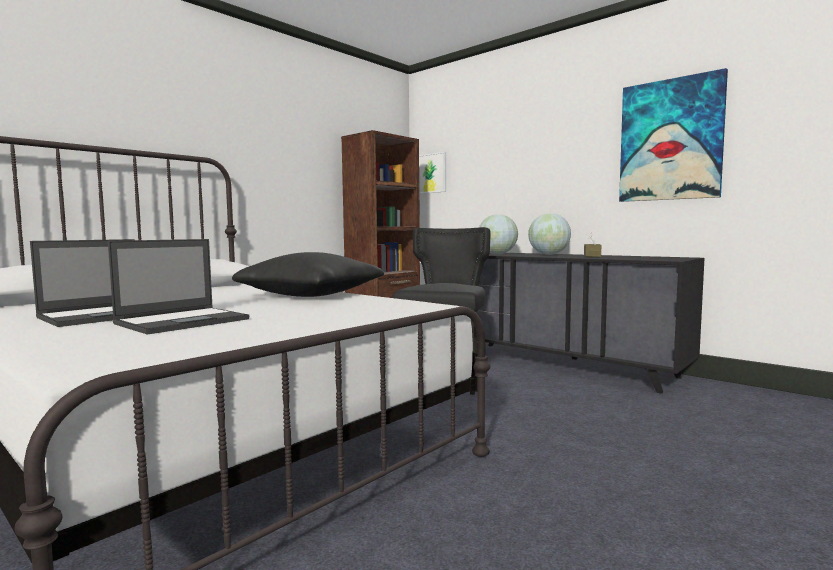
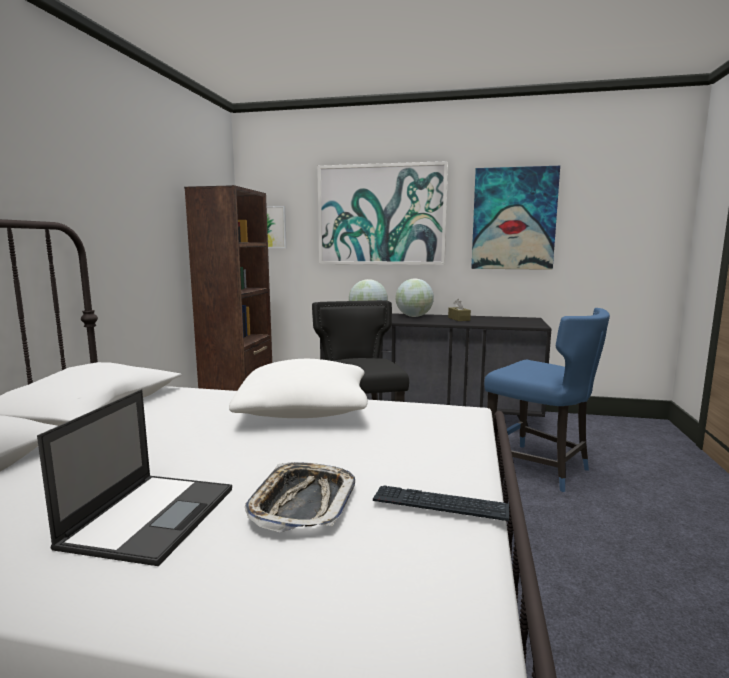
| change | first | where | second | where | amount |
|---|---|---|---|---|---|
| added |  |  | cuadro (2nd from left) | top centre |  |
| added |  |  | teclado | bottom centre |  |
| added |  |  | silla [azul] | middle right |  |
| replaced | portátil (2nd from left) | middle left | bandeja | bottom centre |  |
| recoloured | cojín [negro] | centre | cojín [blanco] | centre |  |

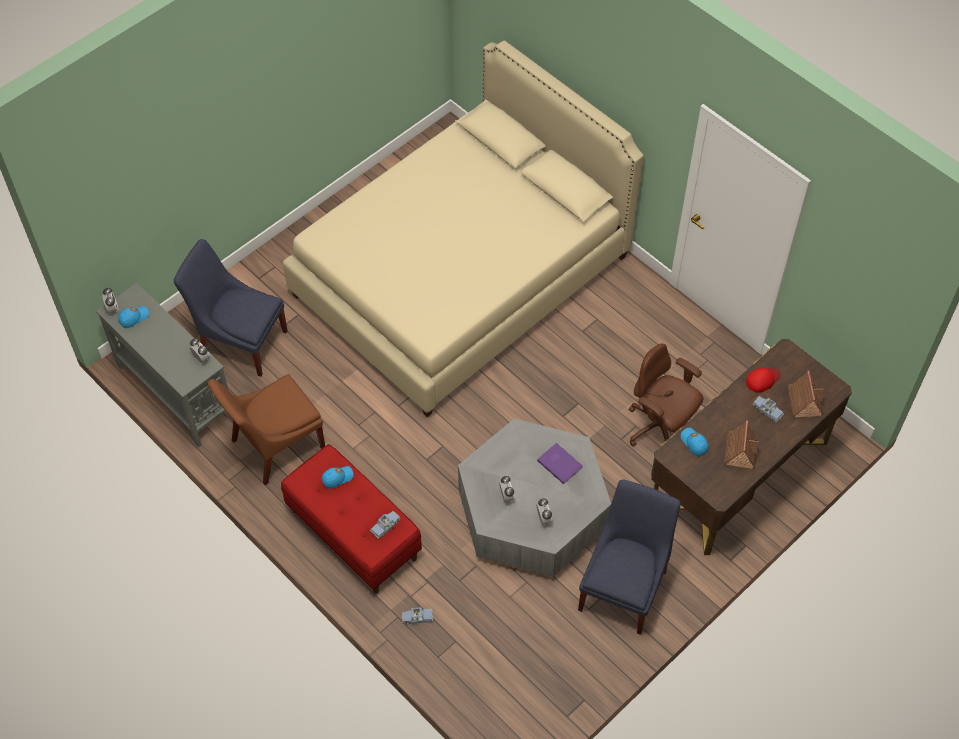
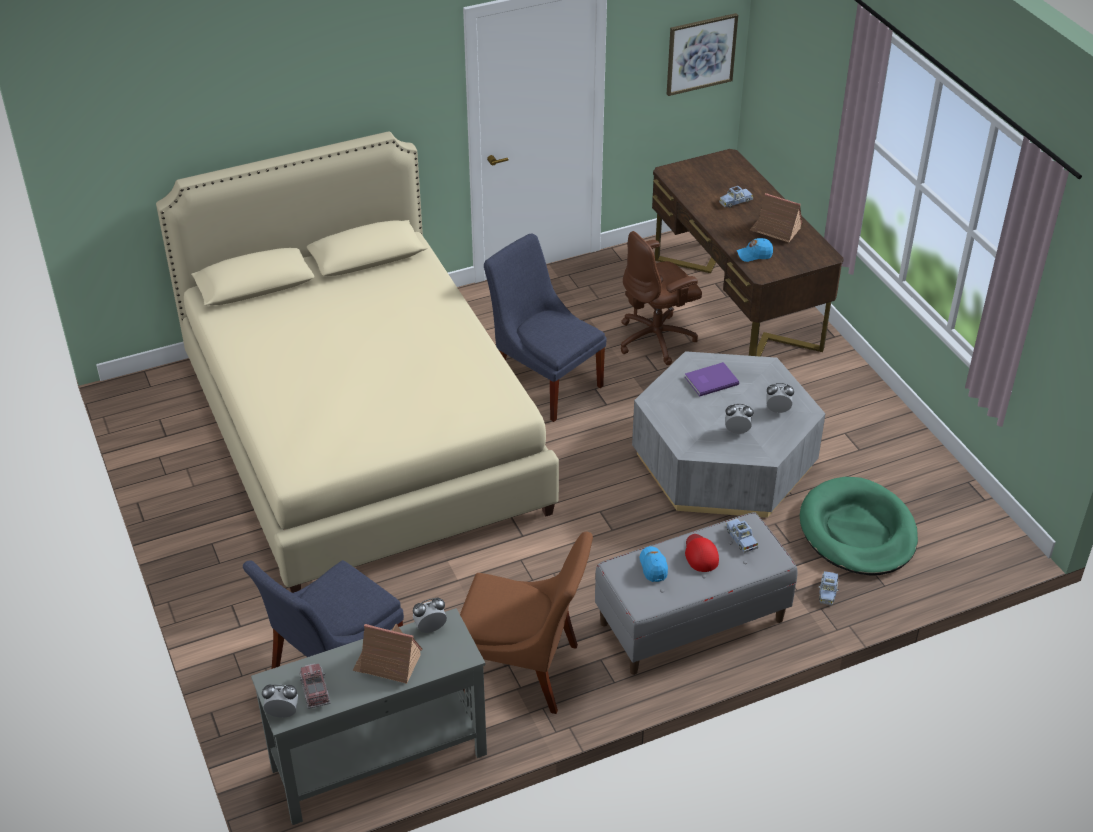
| change | first | where | second | where | amount |
|---|---|---|---|---|---|
| added |  |  | cuadro | top centre |  |
| added |  |  | cama para perro [verde] | middle right |  |
| moved | silla [azul] (2nd from left) | bottom centre |  | centre |  |
| moved | gorra [rojo] | middle right |  | centre |  |
| moved | casita (2nd from left in the first image) | middle right | casita (1st from left) | bottom centre |  |
| replaced | gorra [azul] (1st from left) | middle left | camión de juguete | bottom left |  |
| recoloured | banco [rojo] | bottom centre | banco [gris] | bottom centre |  |
| turned | silla [marrón] | middle left |  | bottom centre | 60 degrees counterclockwise |

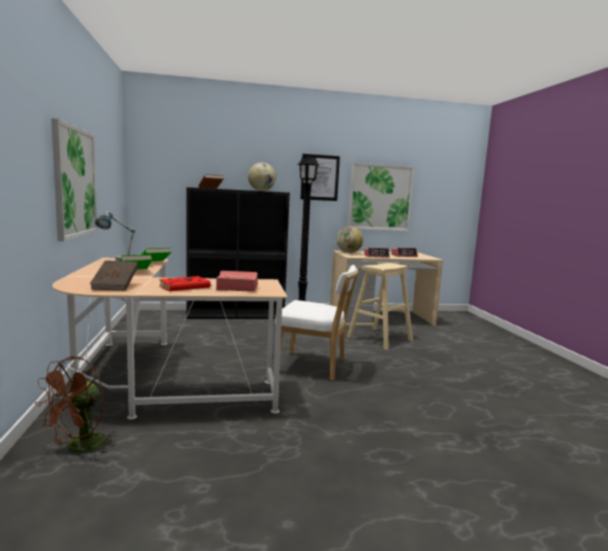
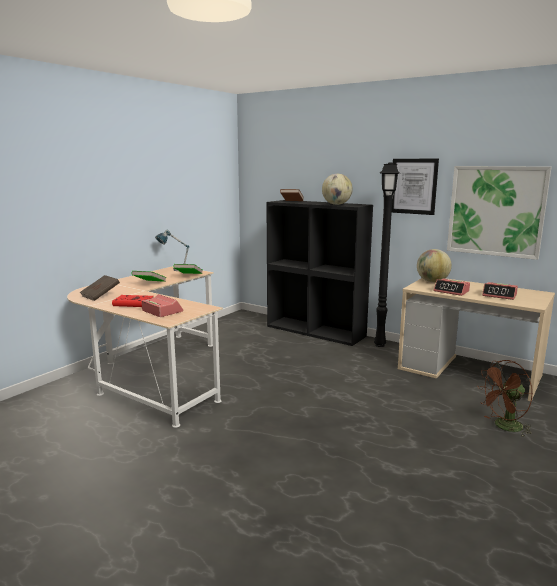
| change | first | where | second | where | amount |
|---|---|---|---|---|---|
| removed | cuadro (1st from left) | top left |  |  |  |
| removed | silla [blanco] | centre |  |  |  |
| removed | taburete [beis] | centre |  |  |  |
| moved | ventilador [marrón] | bottom left |  | bottom right |  |

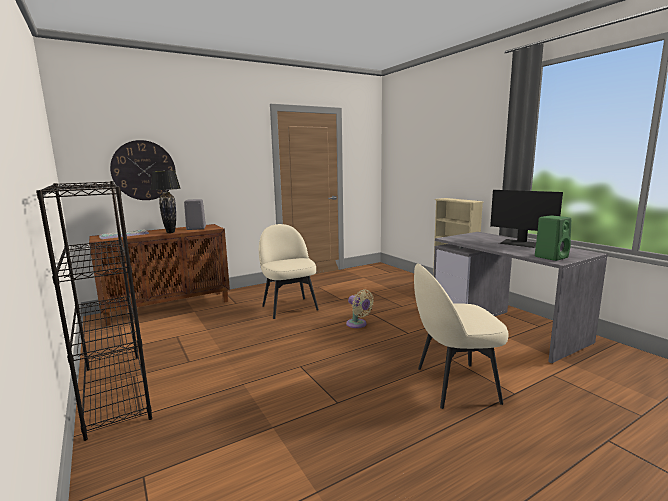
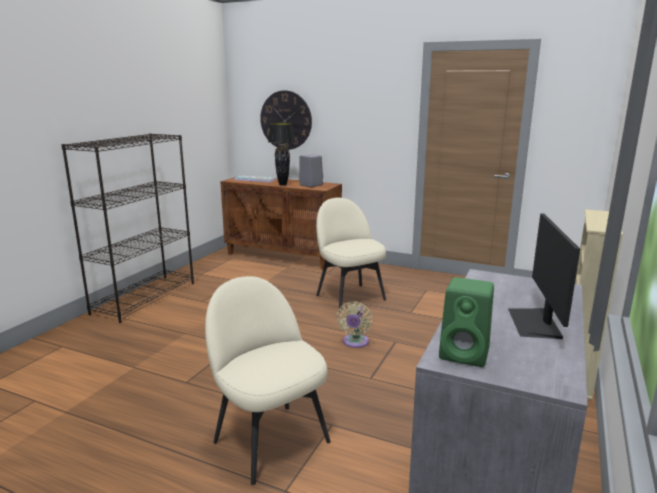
| change | first | where | second | where | amount |
|---|---|---|---|---|---|
| turned | silla [beis] (1st from left in the first image) | centre | silla [beis] (2nd from left) | centre | 60 degrees counterclockwise |

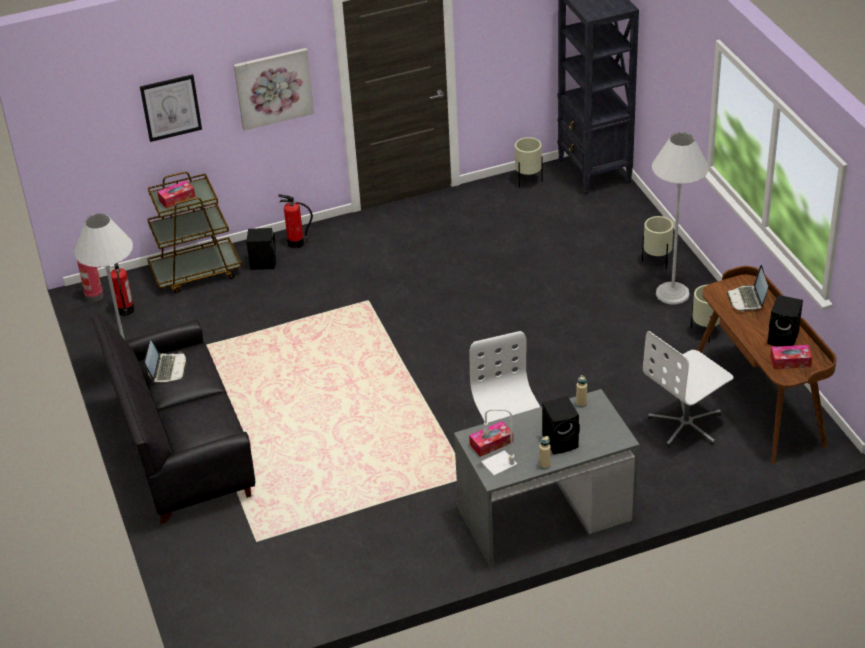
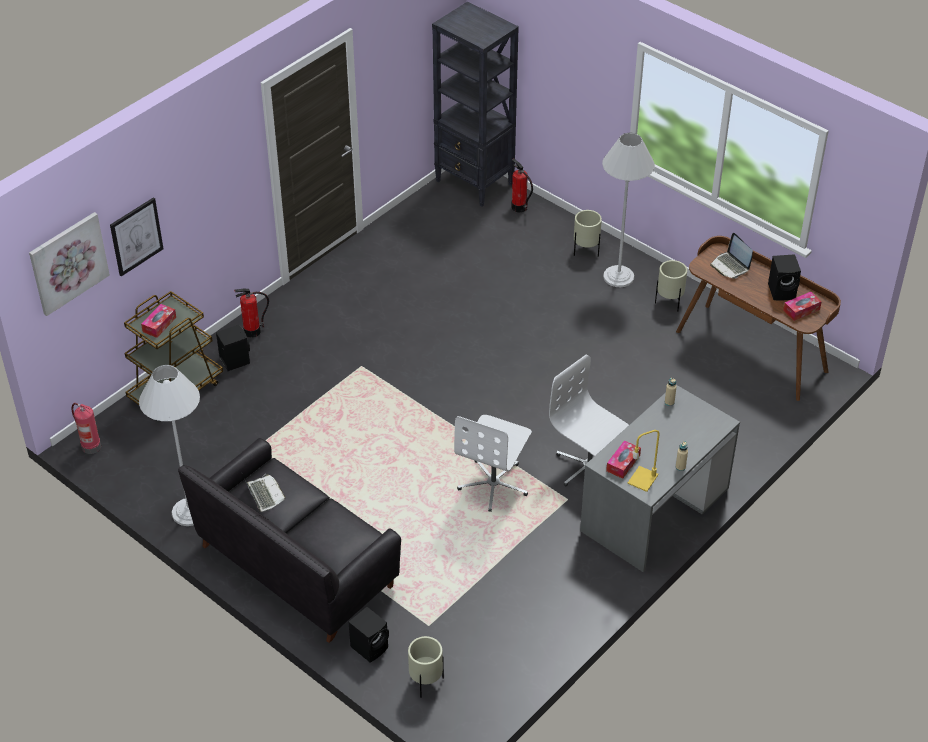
| change | first | where | second | where | amount |
|---|---|---|---|---|---|
| moved | extintor (2nd from left in the first image) | middle left | extintor (3rd from left) | top centre |  |
| moved | cuadro (2nd from left in the first image) | top left | cuadro (1st from left) | middle left |  |
| moved | maceta [beis] (1st from left) | top centre |  | bottom centre |  |
| moved | altavoz [negro] (2nd from left) | centre |  | bottom centre |  |
| moved | silla de oficina [blanco] (2nd from left in the first image) | middle right | silla de oficina [blanco] (1st from left) | centre |  |
| recoloured | lámpara de mesa [blanco] | bottom centre | lámpara de mesa [amarillo] | middle right |  |

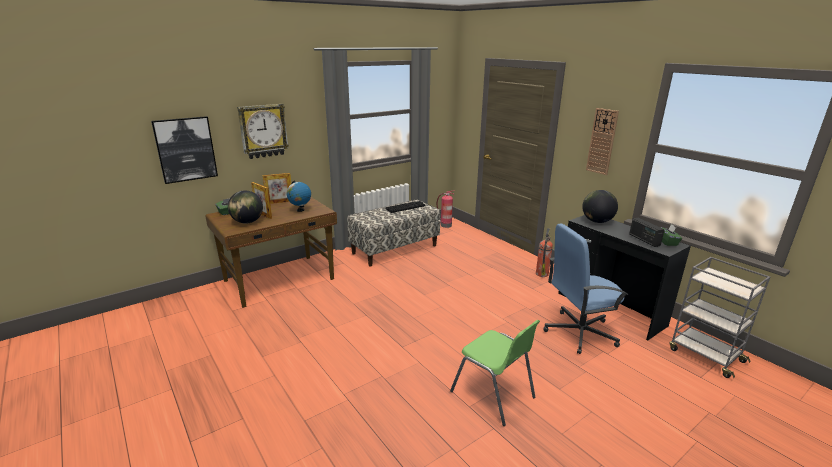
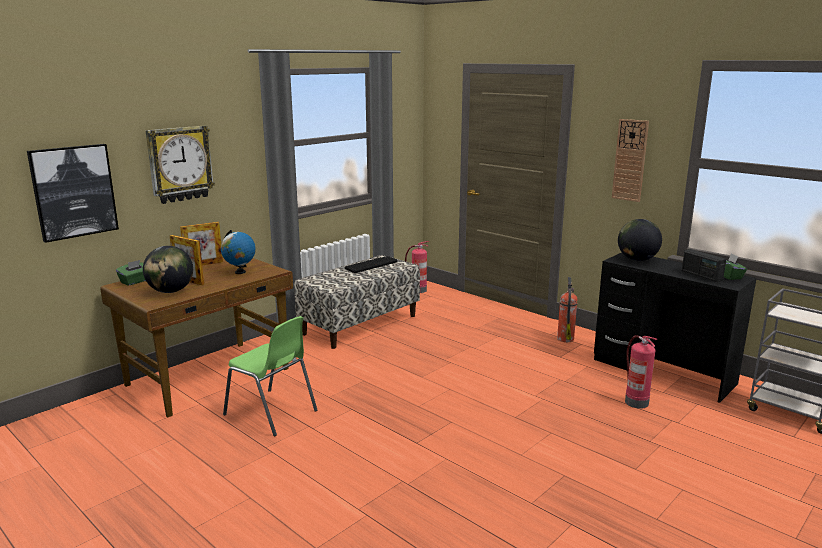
| change | first | where | second | where | amount |
|---|---|---|---|---|---|
| moved | silla [verde] | bottom centre |  | bottom left |  |
| replaced | silla de oficina [azul] | middle right | extintor (3rd from left) | bottom right |  |

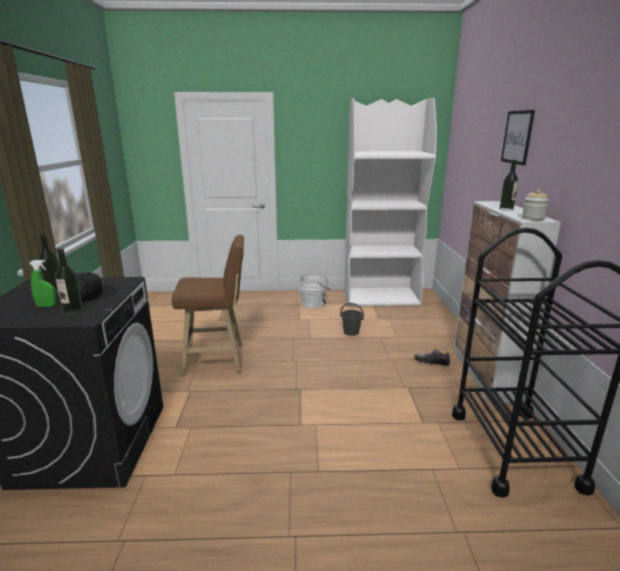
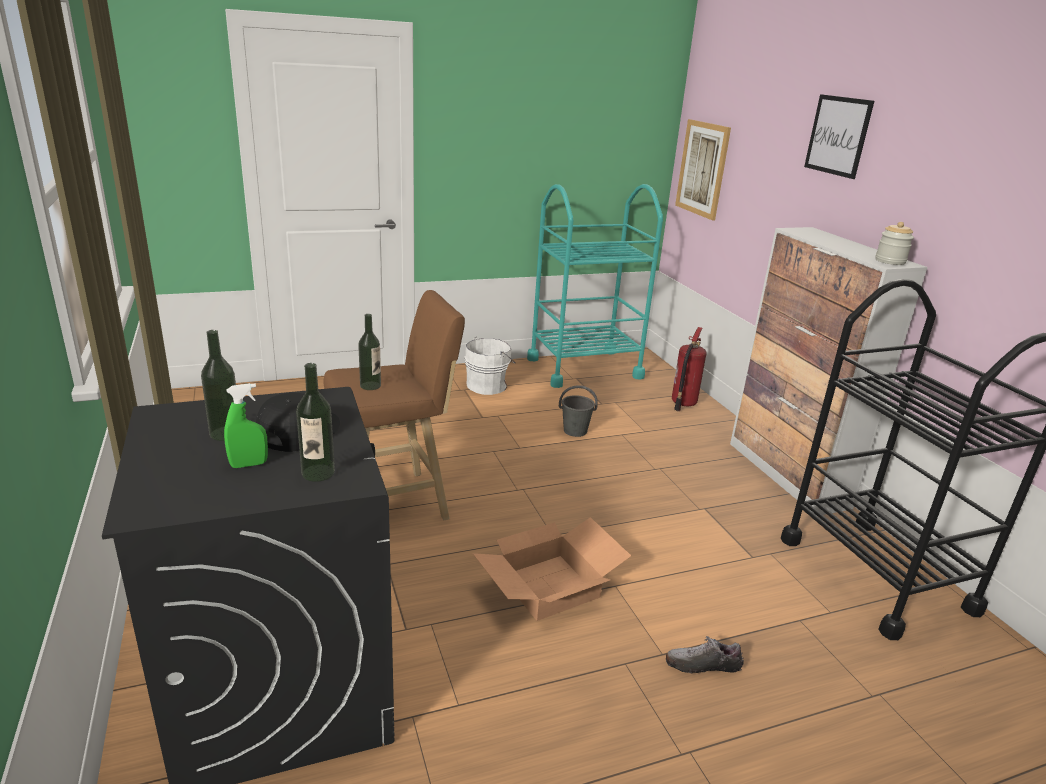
| change | first | where | second | where | amount |
|---|---|---|---|---|---|
| added |  |  | caja de cartón | bottom centre |  |
| added |  |  | extintor | centre |  |
| added |  |  | cuadro (1st from left) | top right |  |
| moved | zapato | middle right |  | bottom right |  |
| moved | botella (3rd from left) | top right |  | centre |  |
| replaced | estantería [blanco] | centre | carrito [turquesa] | centre |  |

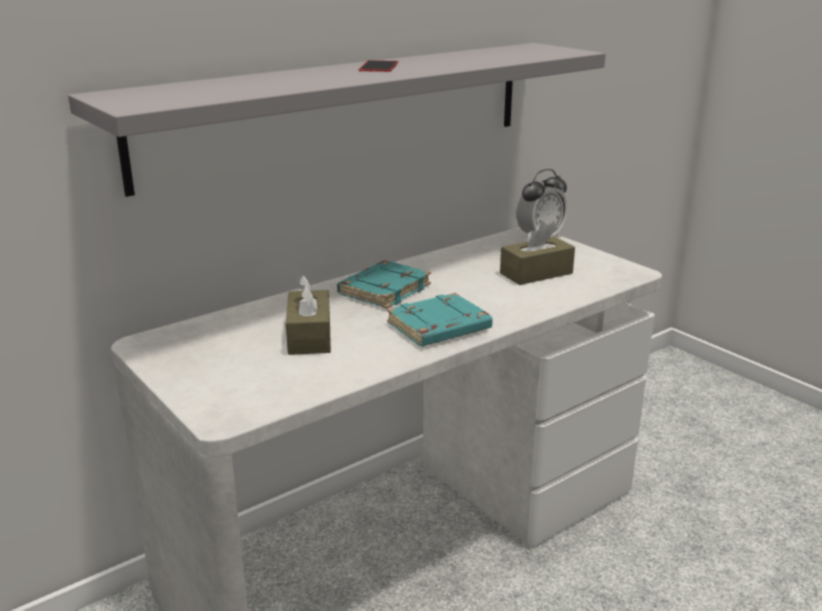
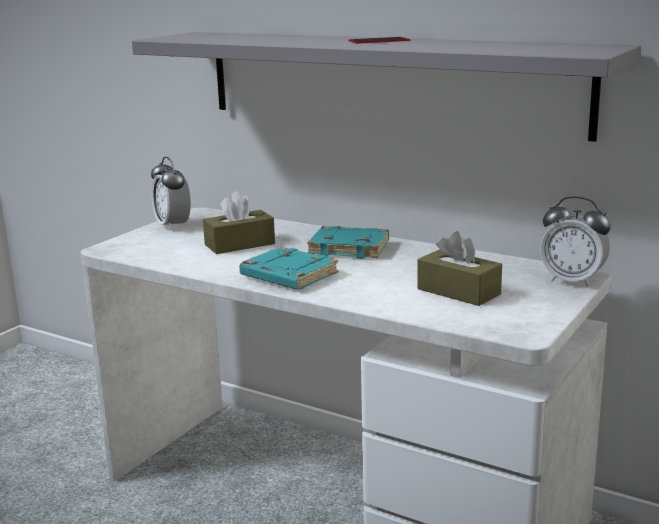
| change | first | where | second | where | amount |
|---|---|---|---|---|---|
| added |  |  | despertador (1st from left) | middle left |  |

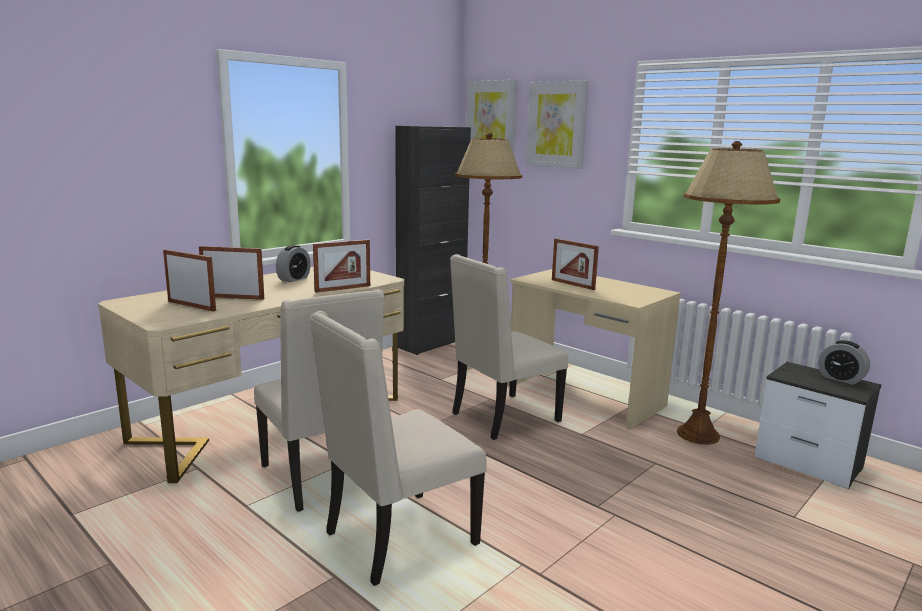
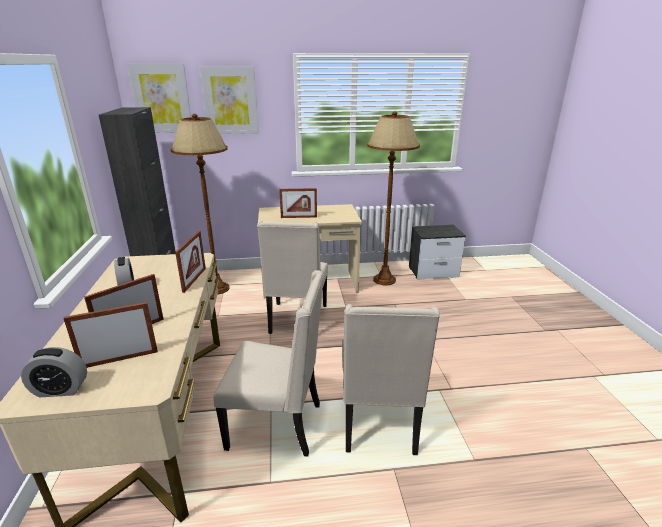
| change | first | where | second | where | amount |
|---|---|---|---|---|---|
| moved | despertador (2nd from left in the first image) | middle right | despertador (1st from left) | bottom left |  |

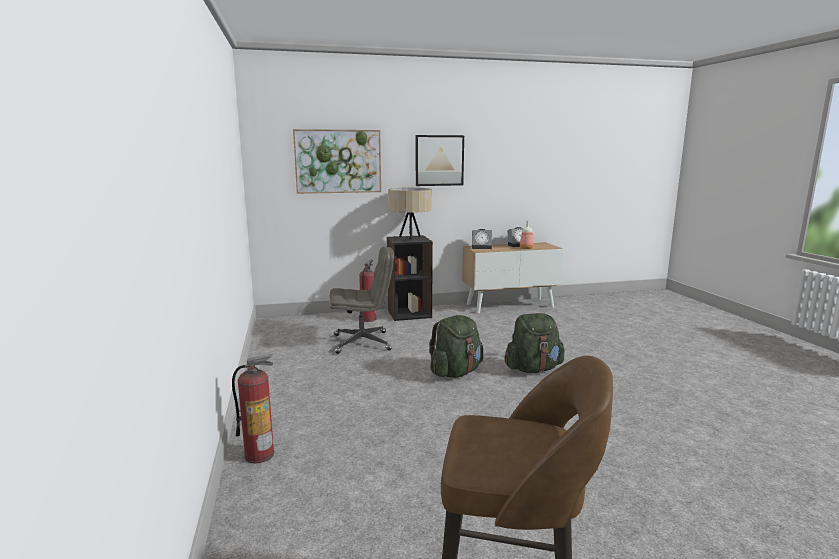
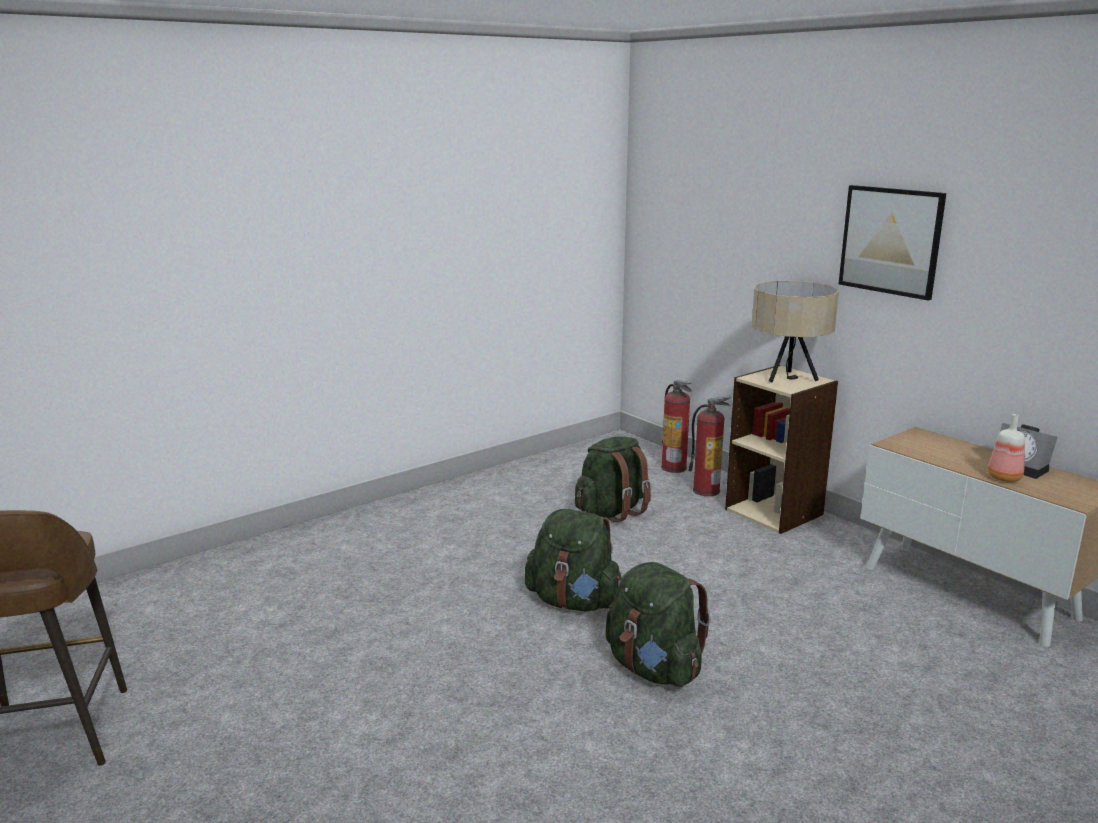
| change | first | where | second | where | amount |
|---|---|---|---|---|---|
| removed | cuadro (1st from left) | top centre |  |  |  |
| removed | despertador (1st from left) | centre |  |  |  |
| moved | extintor (1st from left) | bottom left |  | centre |  |
| replaced | silla de oficina [gris] | centre | mochila [verde] (2nd from left) | centre |  |
| recoloured | estantería [negro] | centre | estantería [beis] | middle right |  |

